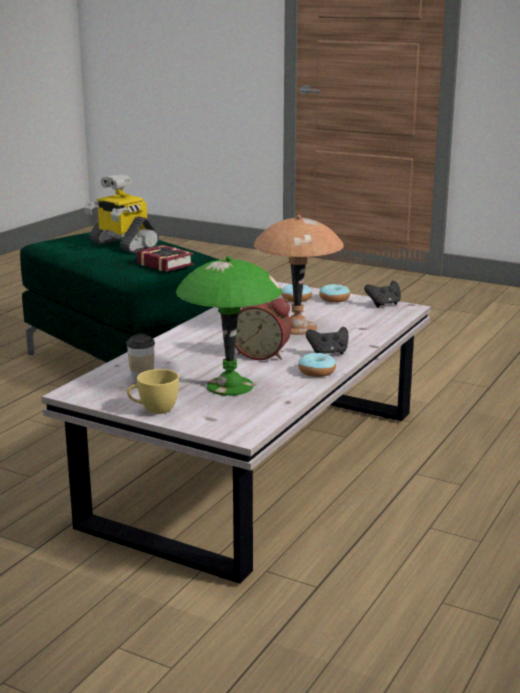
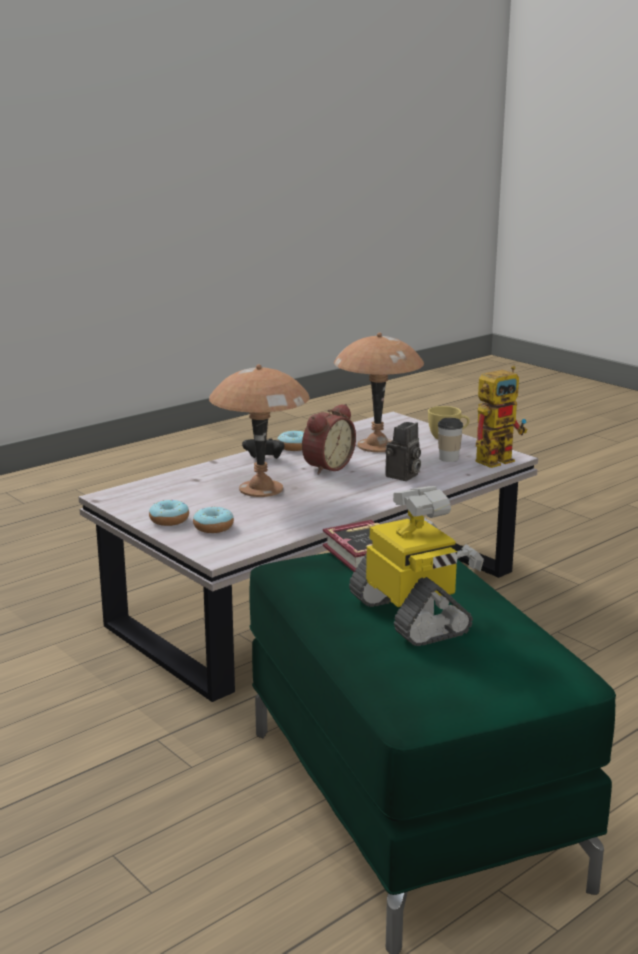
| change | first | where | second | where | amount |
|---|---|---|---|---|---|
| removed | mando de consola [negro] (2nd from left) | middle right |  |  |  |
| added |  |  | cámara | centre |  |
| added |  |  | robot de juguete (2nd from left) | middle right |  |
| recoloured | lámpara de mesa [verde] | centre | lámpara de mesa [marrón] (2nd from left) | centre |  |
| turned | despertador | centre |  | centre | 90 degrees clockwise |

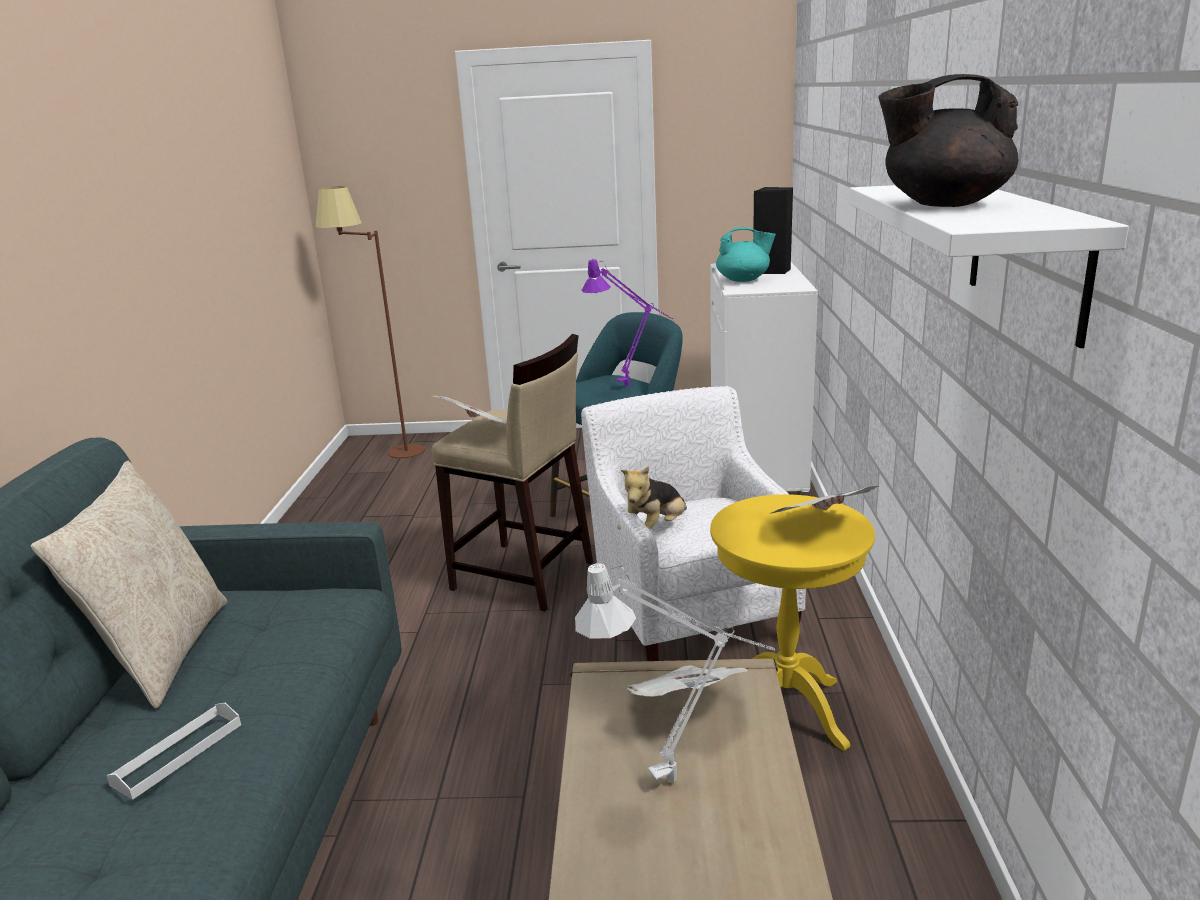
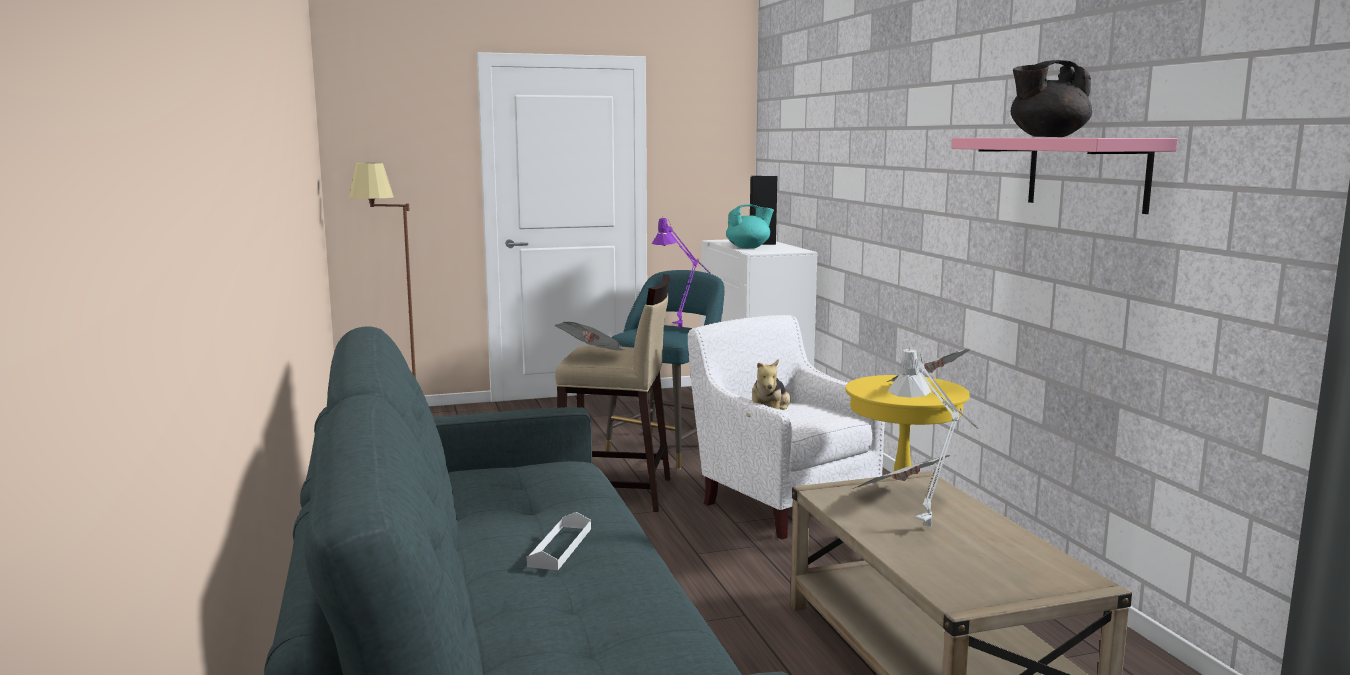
| change | first | where | second | where | amount |
|---|---|---|---|---|---|
| removed | cojín [beis] | middle left |  |  |  |
| recoloured | estante [blanco] | top right | estante [rosa] | top right |  |

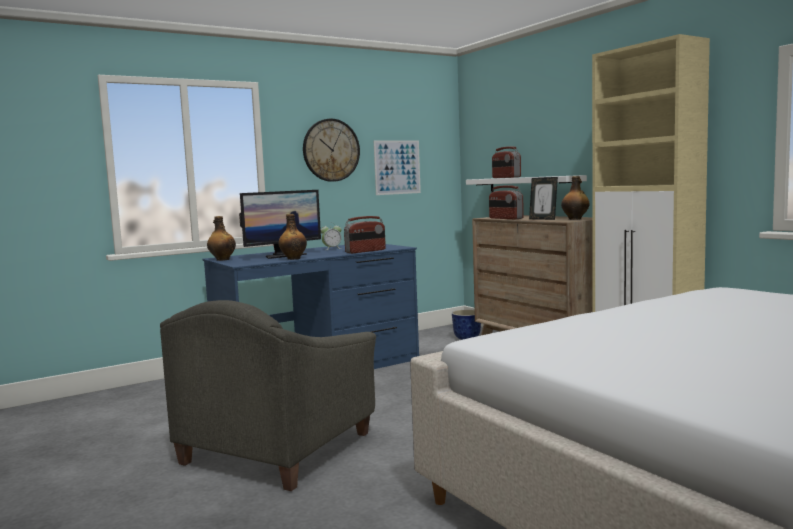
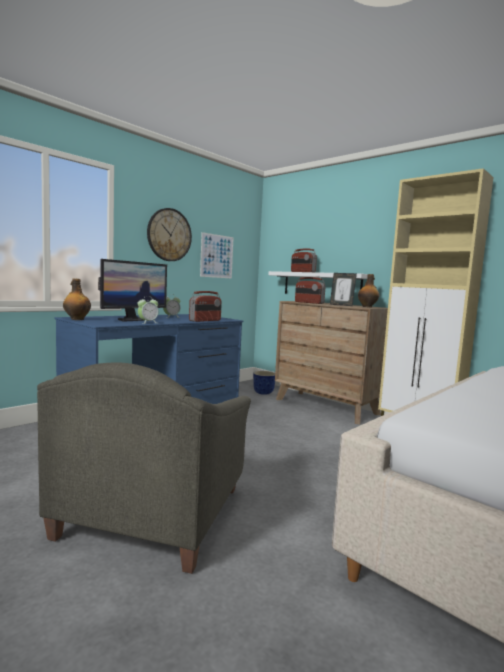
| change | first | where | second | where | amount |
|---|---|---|---|---|---|
| replaced | botella (2nd from left) | centre | despertador (1st from left) | middle left |  |

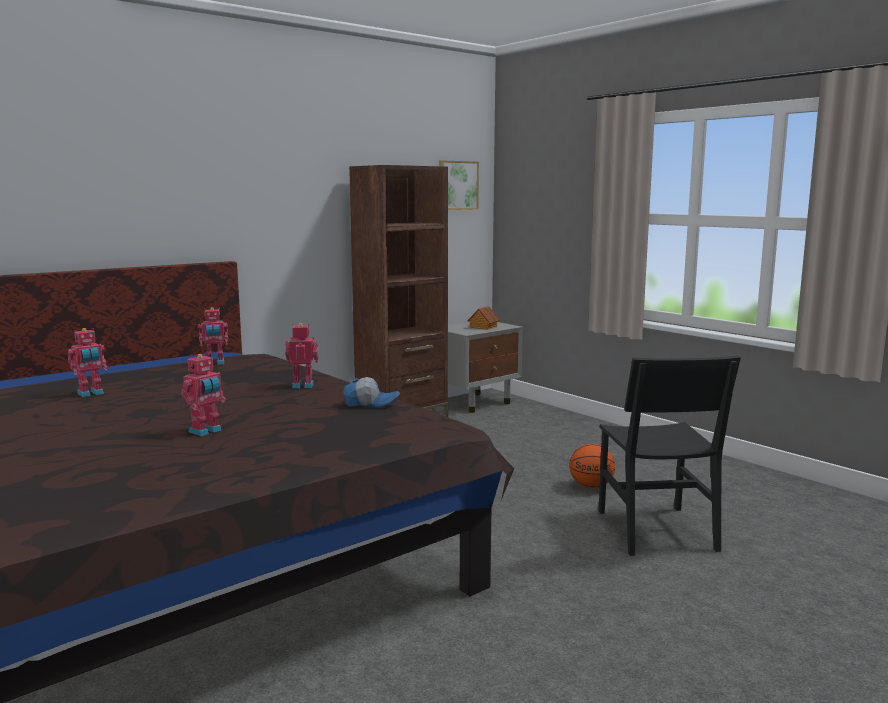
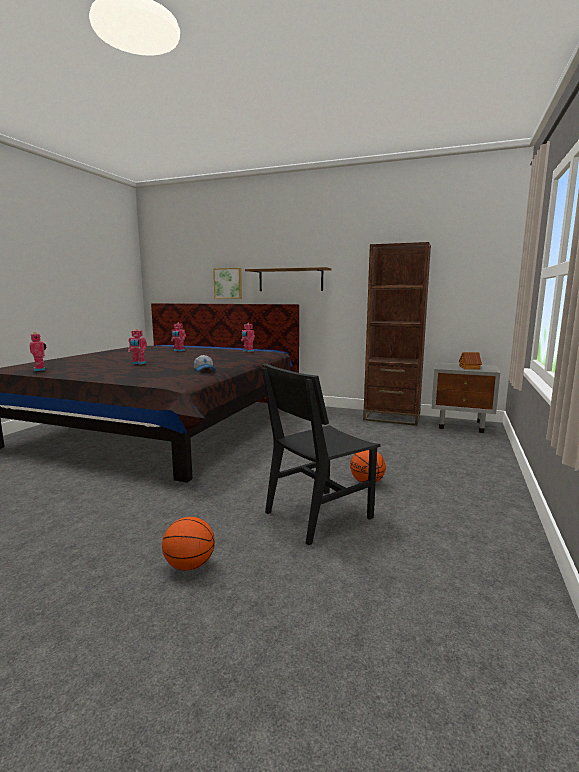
| change | first | where | second | where | amount |
|---|---|---|---|---|---|
| added |  |  | balón de baloncesto (1st from left) | bottom left |  |
| added |  |  | estante [marrón] | centre |  |
| moved | robot de juguete (4th from left in the first image) | centre | robot de juguete (1st from left) | middle left |  |
| moved | cuadro | top centre |  | centre |  |

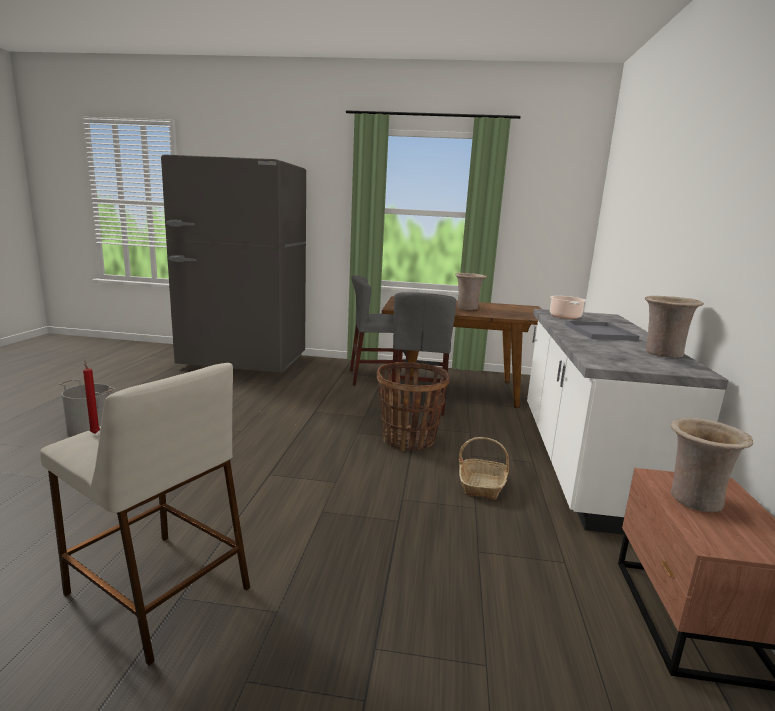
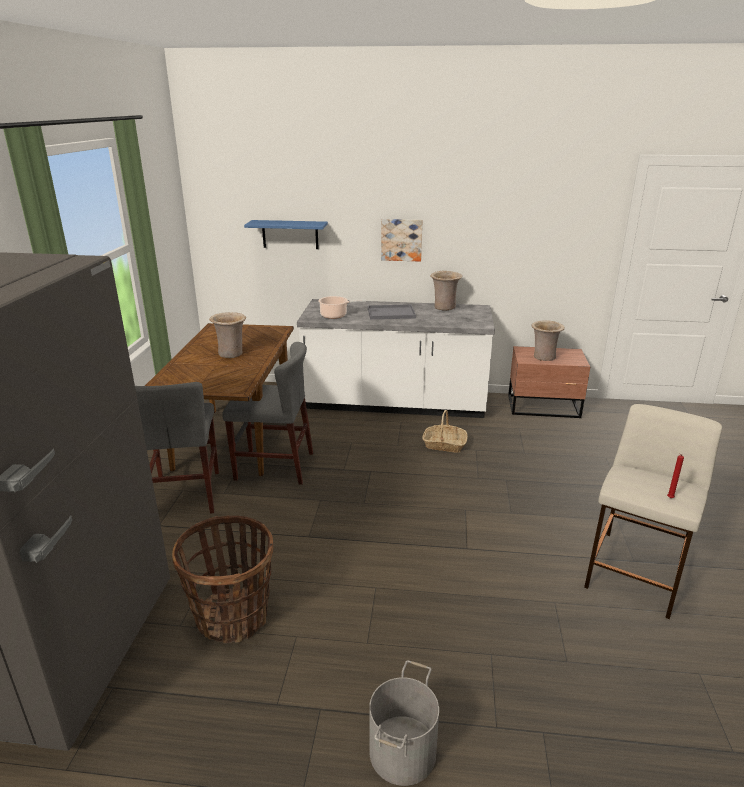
| change | first | where | second | where | amount |
|---|---|---|---|---|---|
| added |  |  | estante [azul] | top centre |  |
| added |  |  | cuadro | top centre |  |
| moved | cesta (1st from left) | centre |  | bottom left |  |

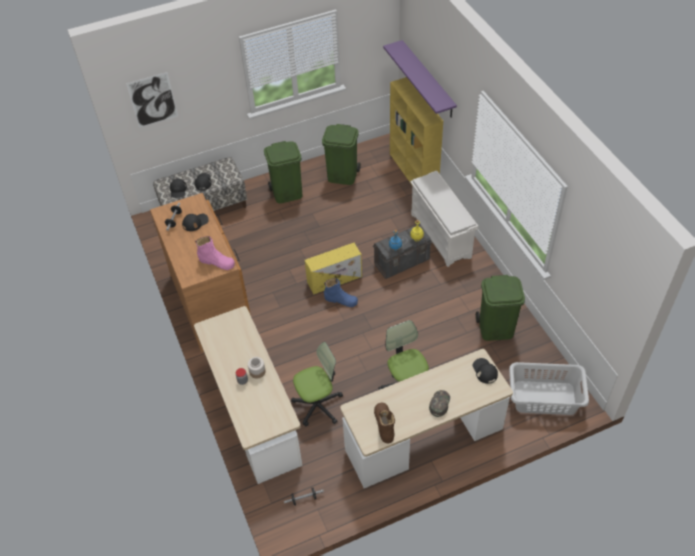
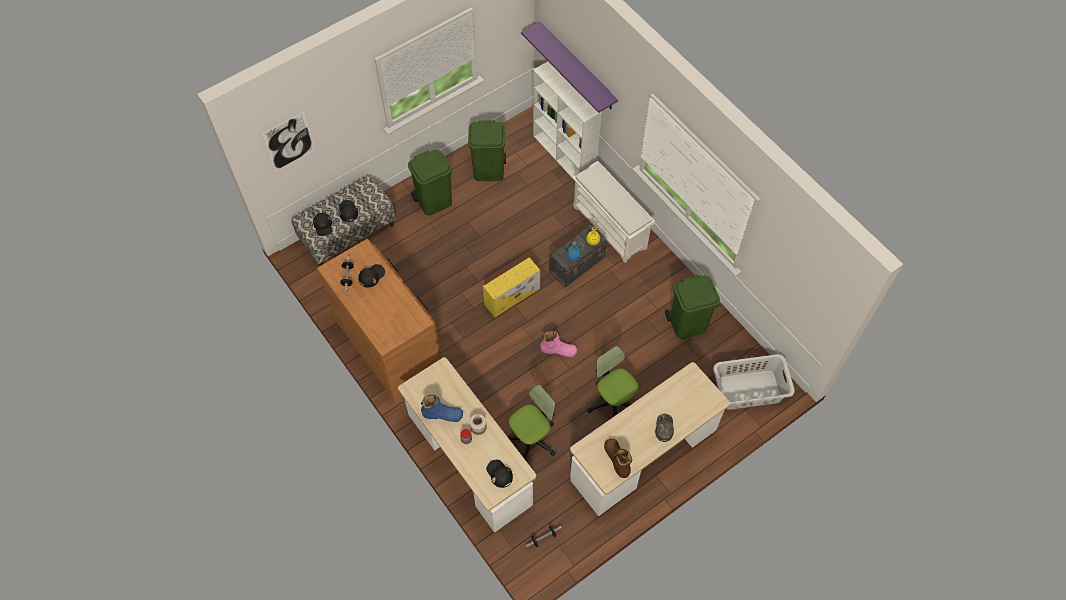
| change | first | where | second | where | amount |
|---|---|---|---|---|---|
| moved | bota [rosa] | middle left |  | centre |  |
| moved | bota [azul] | centre |  | bottom centre |  |
| moved | gorra [negro] (4th from left) | bottom right |  | bottom centre |  |
| recoloured | estantería [amarillo] | top centre | estantería [blanco] | top centre |  |

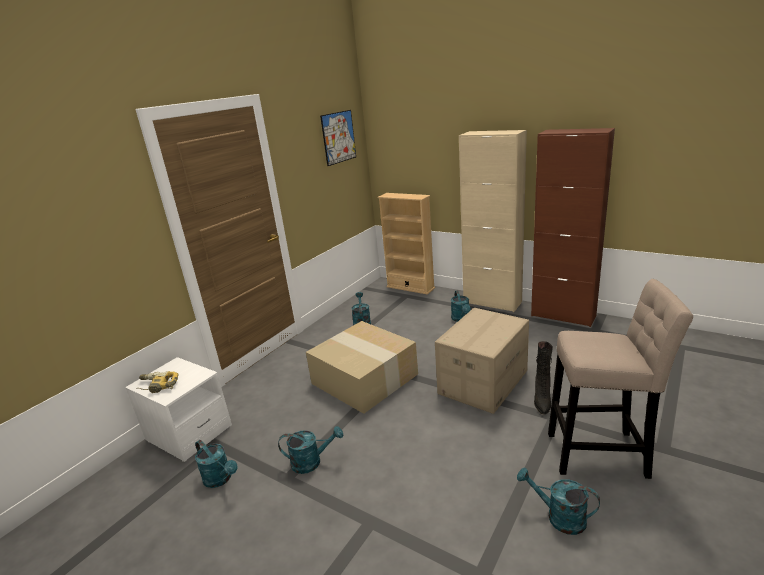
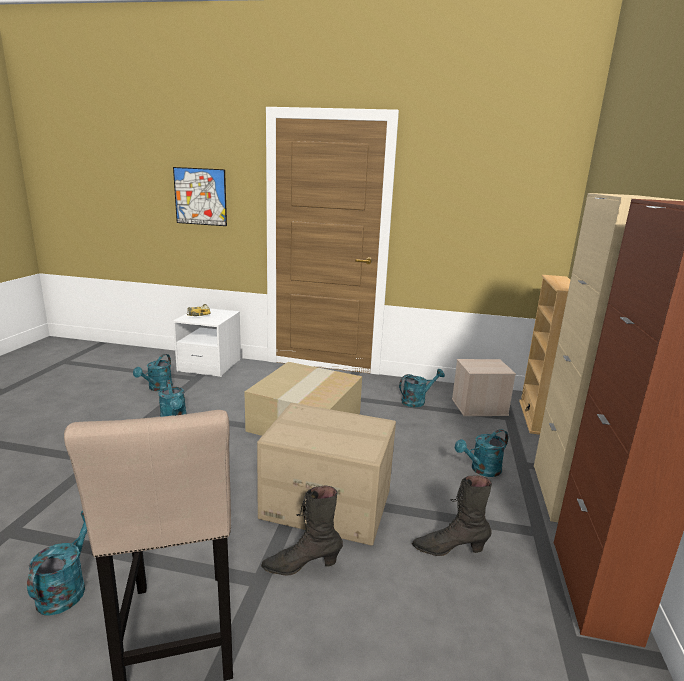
| change | first | where | second | where | amount |
|---|---|---|---|---|---|
| added |  |  | bota [negro] (2nd from left) | bottom centre |  |
| added |  |  | caja de almacenaje [beis] | middle right |  |
| moved | cuadro | top centre |  | top left |  |

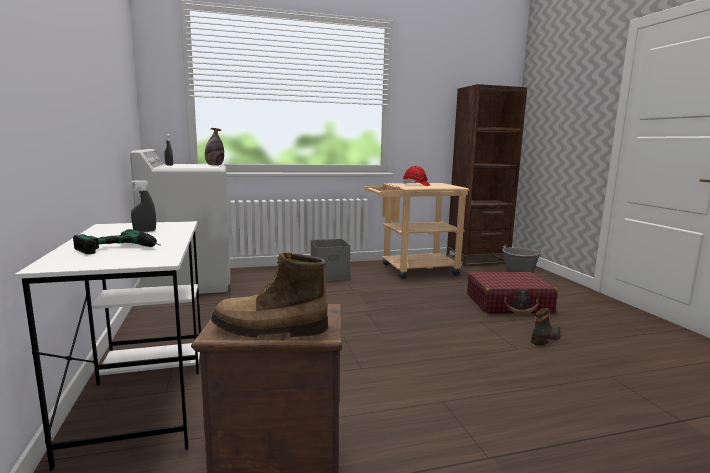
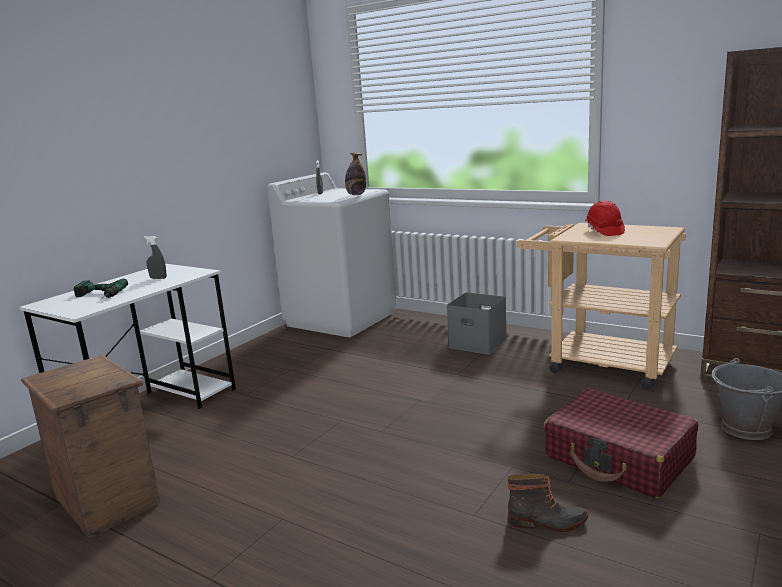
| change | first | where | second | where | amount |
|---|---|---|---|---|---|
| removed | bota (1st from left) | centre |  |  |  |

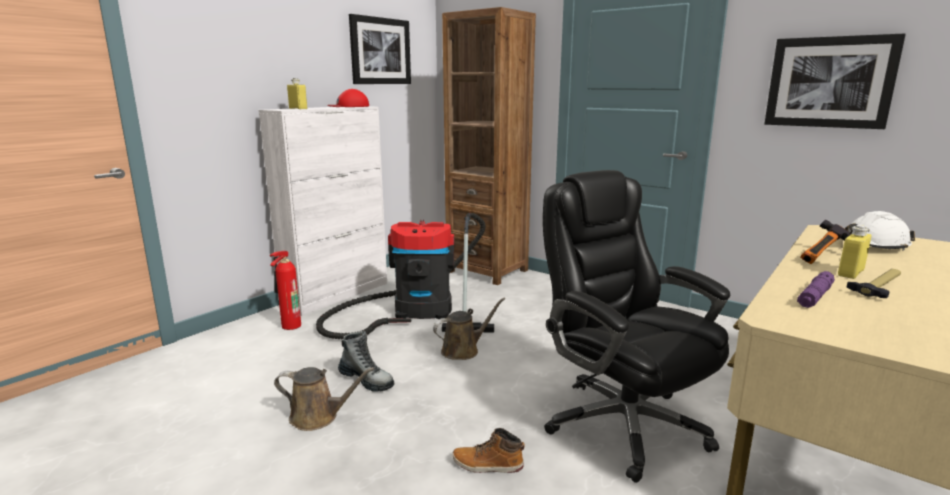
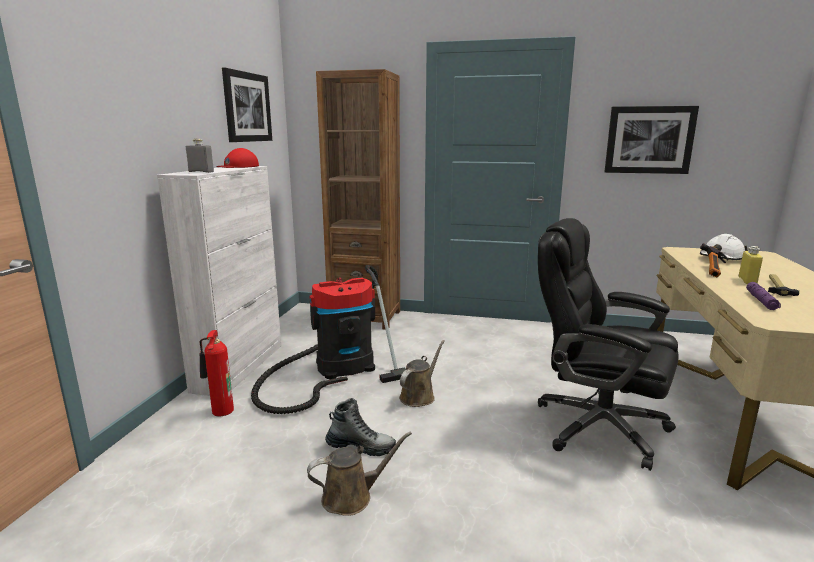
| change | first | where | second | where | amount |
|---|---|---|---|---|---|
| removed | bota (2nd from left) | bottom centre |  |  |  |
| recoloured | botella [amarillo] (1st from left) | top left | botella [gris] | top left |  |

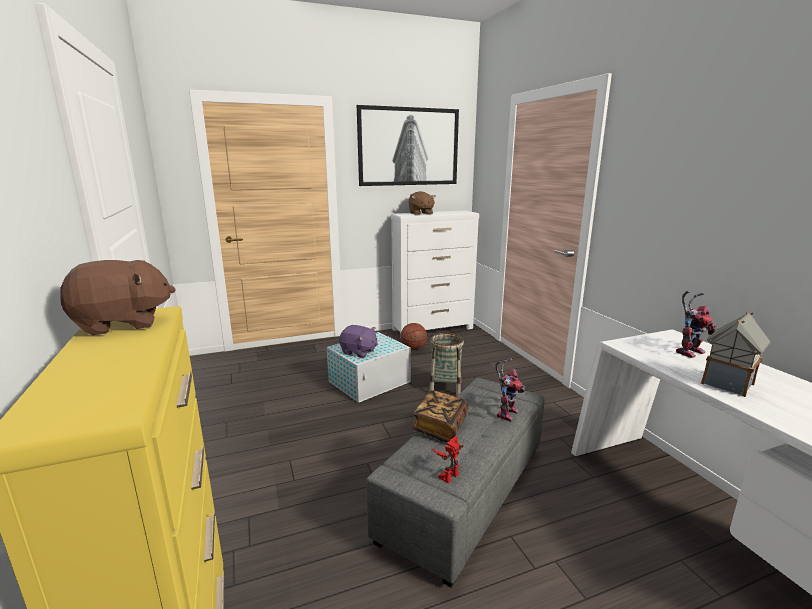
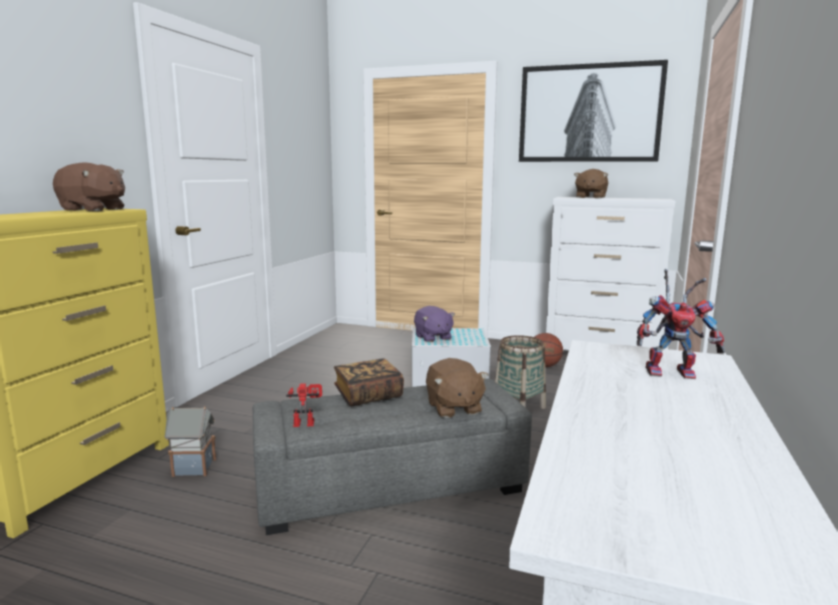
| change | first | where | second | where | amount |
|---|---|---|---|---|---|
| moved | casita | middle right |  | bottom left |  |
| replaced | robot de juguete (2nd from left) | centre | peluche [marrón] (2nd from left) | centre |  |

